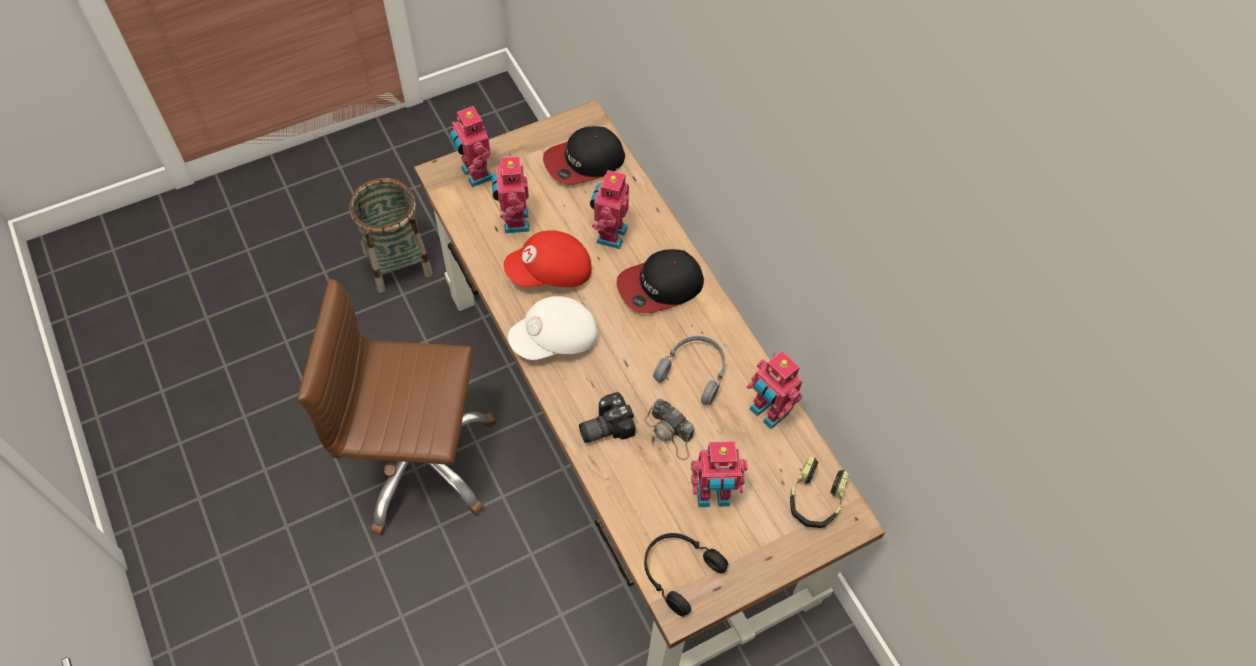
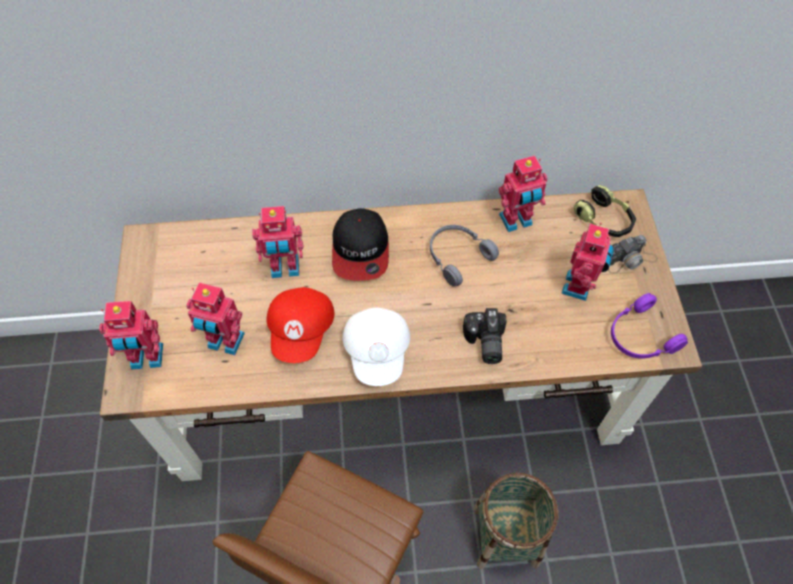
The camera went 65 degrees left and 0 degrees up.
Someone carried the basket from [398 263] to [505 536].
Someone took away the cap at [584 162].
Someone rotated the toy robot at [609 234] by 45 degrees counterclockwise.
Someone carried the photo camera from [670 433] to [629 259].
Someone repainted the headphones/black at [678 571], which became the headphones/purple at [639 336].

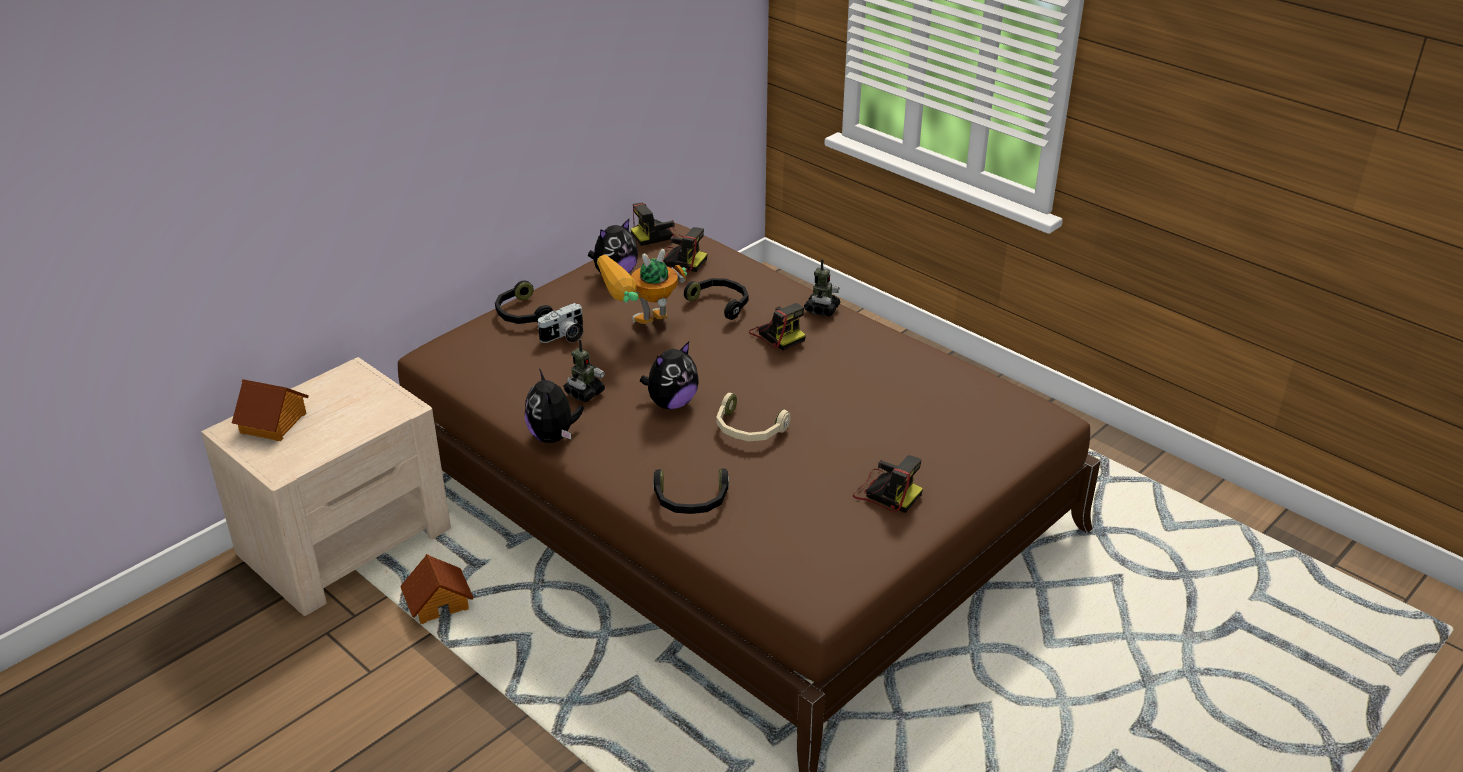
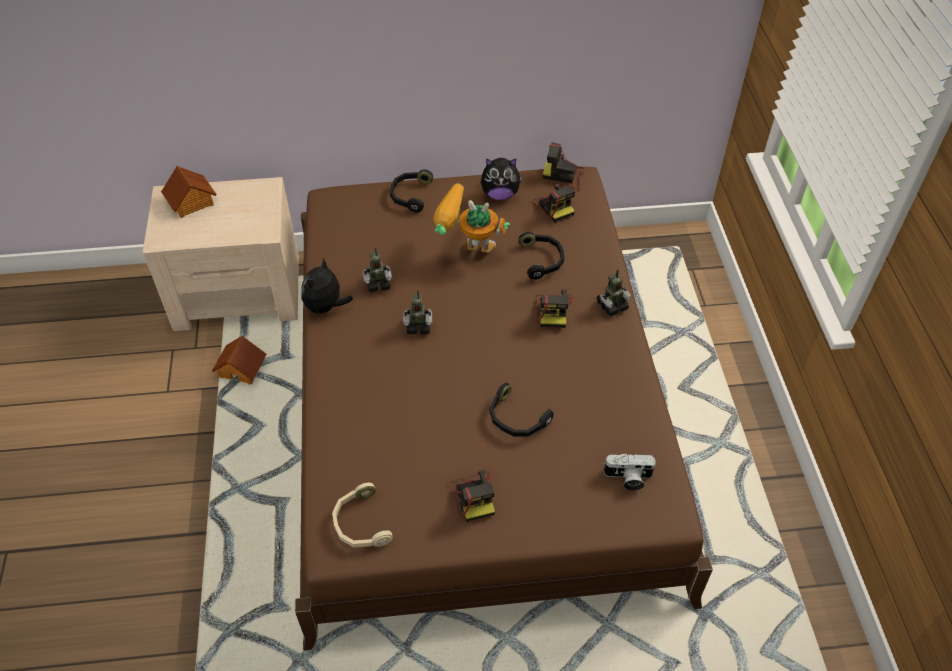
The camera went 40 degrees right and 15 degrees up.
Someone carried the photo camera from [564 337] to [628 478].
Someone swapped the plush toy at [671 403] for the toy robot at [418 326].
Someone carried the headphones/black from [691 501] to [516 419].
Someone carried the headphones/beige from [748 429] to [360 524].

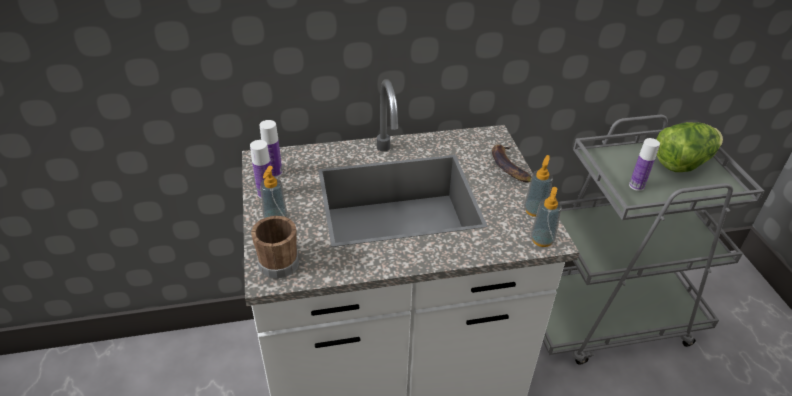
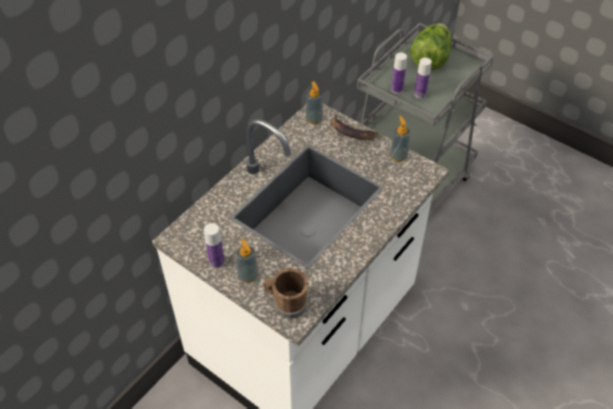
The camera went 40 degrees left and 10 degrees up.
Someone carried the bottle from [274 172] to [396 89].
Someone carried the soap dispenser from [542 240] to [314 119].

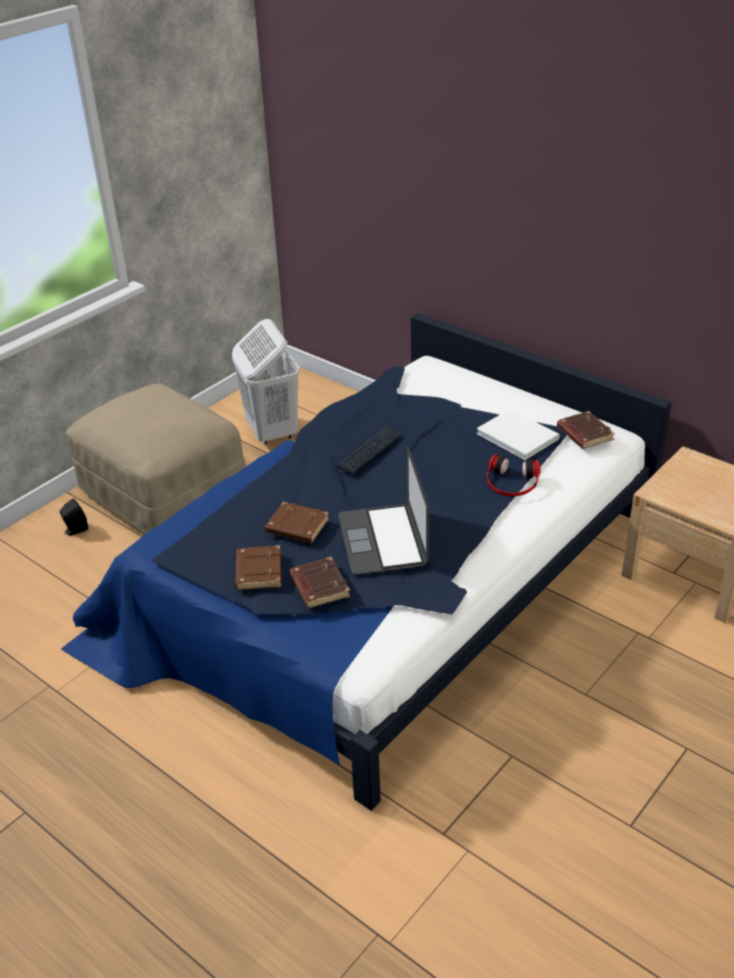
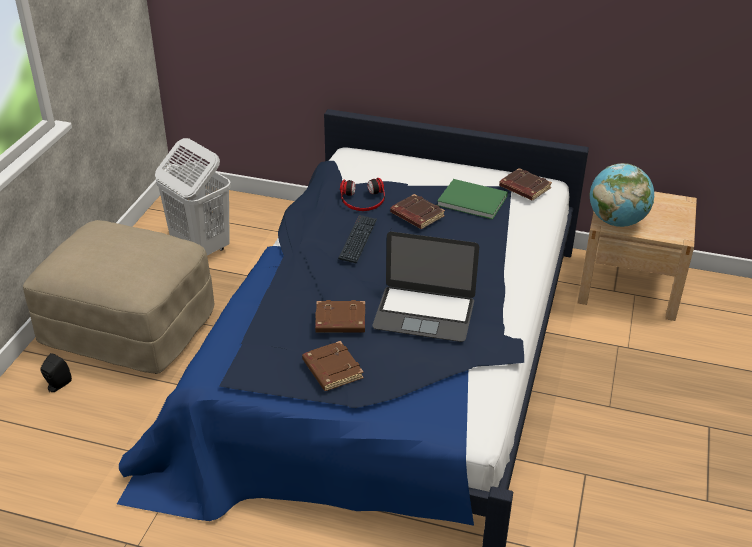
The camera went 25 degrees left and 0 degrees up.
Someone carried the book/brown from [318 586] to [416 215].
Someone rotated the laptop at [383 539] by 45 degrees counterclockwise.
Someone repainted the book/white at [517 434], which became the book/green at [471 199].
Someone carried the headphones from [511 482] to [363 200].
Someone put down the globe at [616 221].

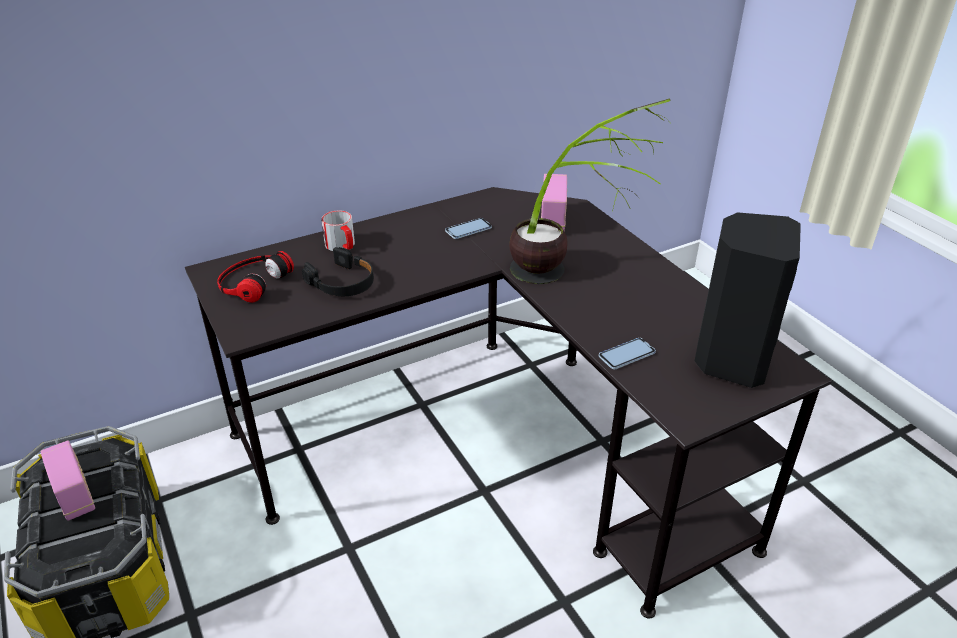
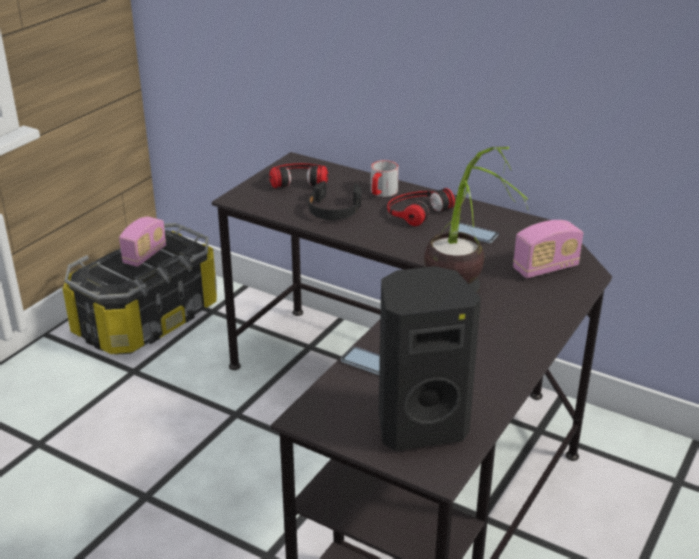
The camera went 60 degrees right and 5 degrees down.
Someone put down the headphones at [416 211].

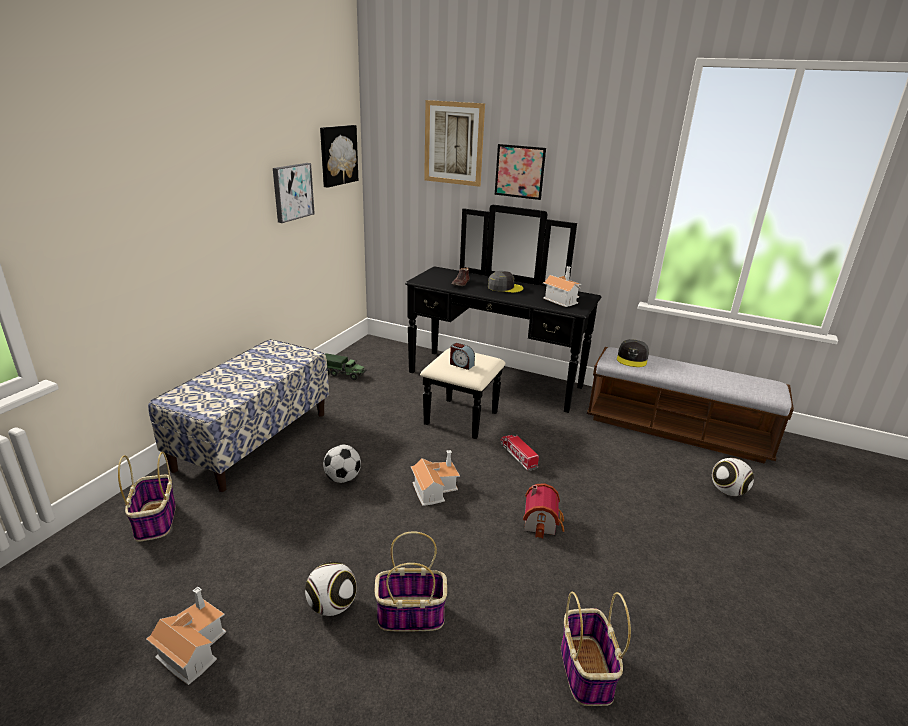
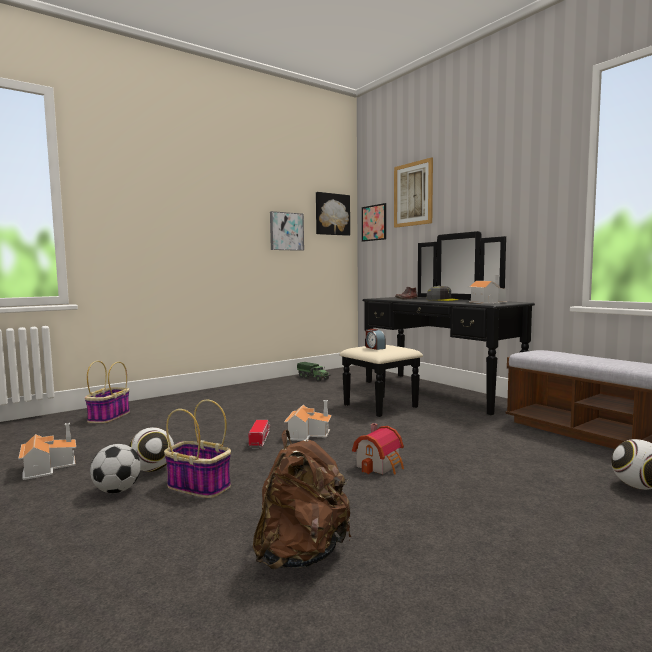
The camera went 30 degrees right and 20 degrees down.
Someone took away the bench at [253 440].
Someone carried the football from [343 478] to [117 490].
Someone carried the picture from [519 171] to [374 223].
Someone carried the toy truck from [518 455] to [260 439].
Someone swapped the basket at [585 669] for the backpack/brown at [302 554].
Someone took away the cap/grey at [632 358].

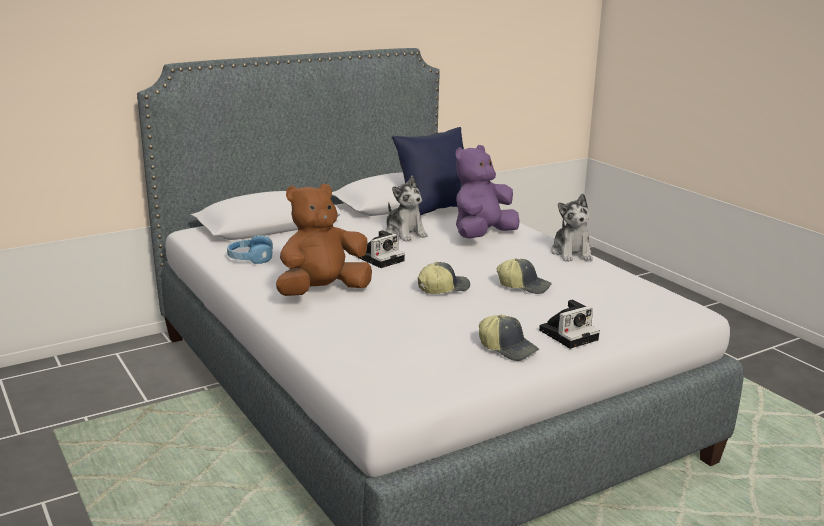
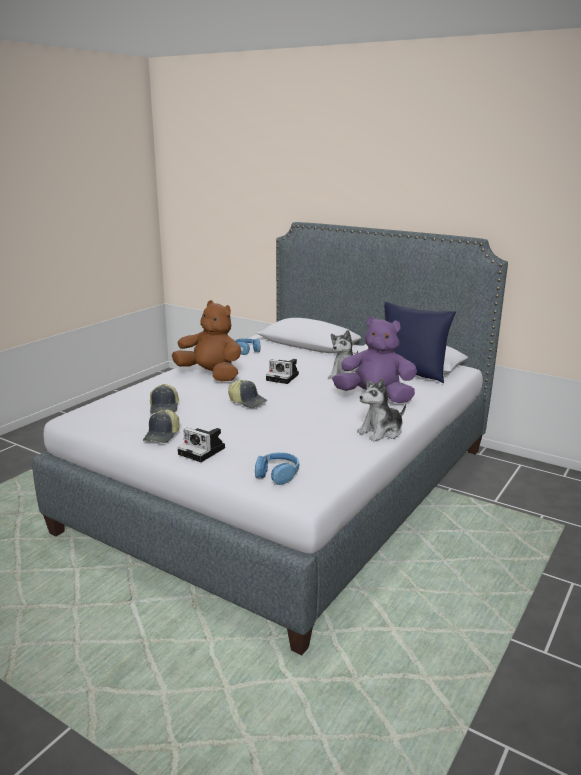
The camera went 65 degrees right and 0 degrees up.
Someone carried the cap from [524 286] to [165 407].
Someone put down the headphones/blue at [277 474].

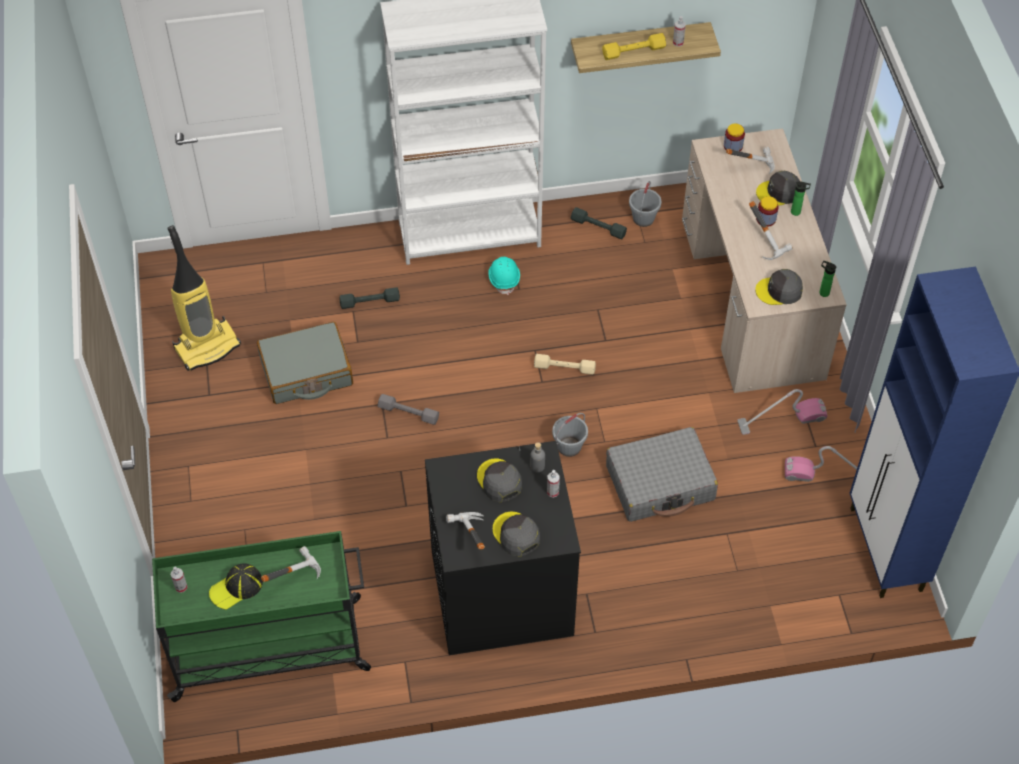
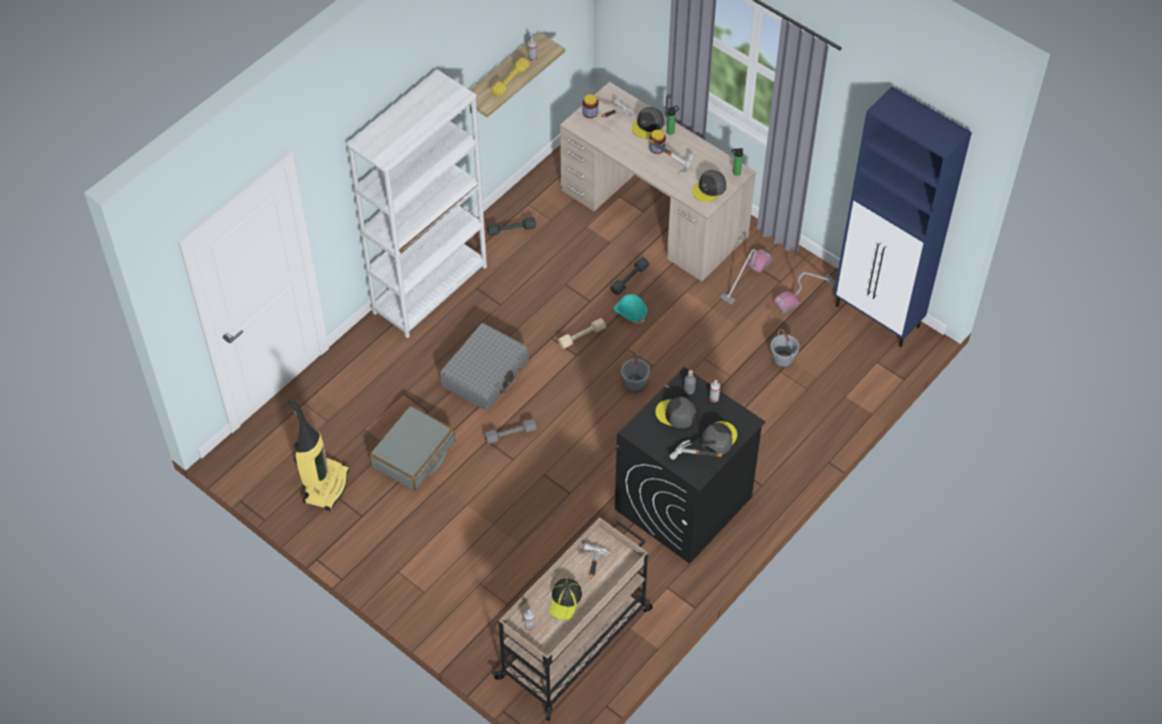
The camera went 40 degrees left and 0 degrees up.
Someone repainted the cart/green at [271 648], which became the cart/beige at [575 642].
Someone carried the dumbbell/grey from [370 301] to [629 279].
Someone carried the hard hat/turquoise from [504 278] to [630 312].
Someone rotated the cap/grey at [516 534] by 105 degrees clockwise.
Someone carried the suitcase/grey from [660 483] to [485 374].
Someone carried the bucket/grey from [643 218] to [782 360].

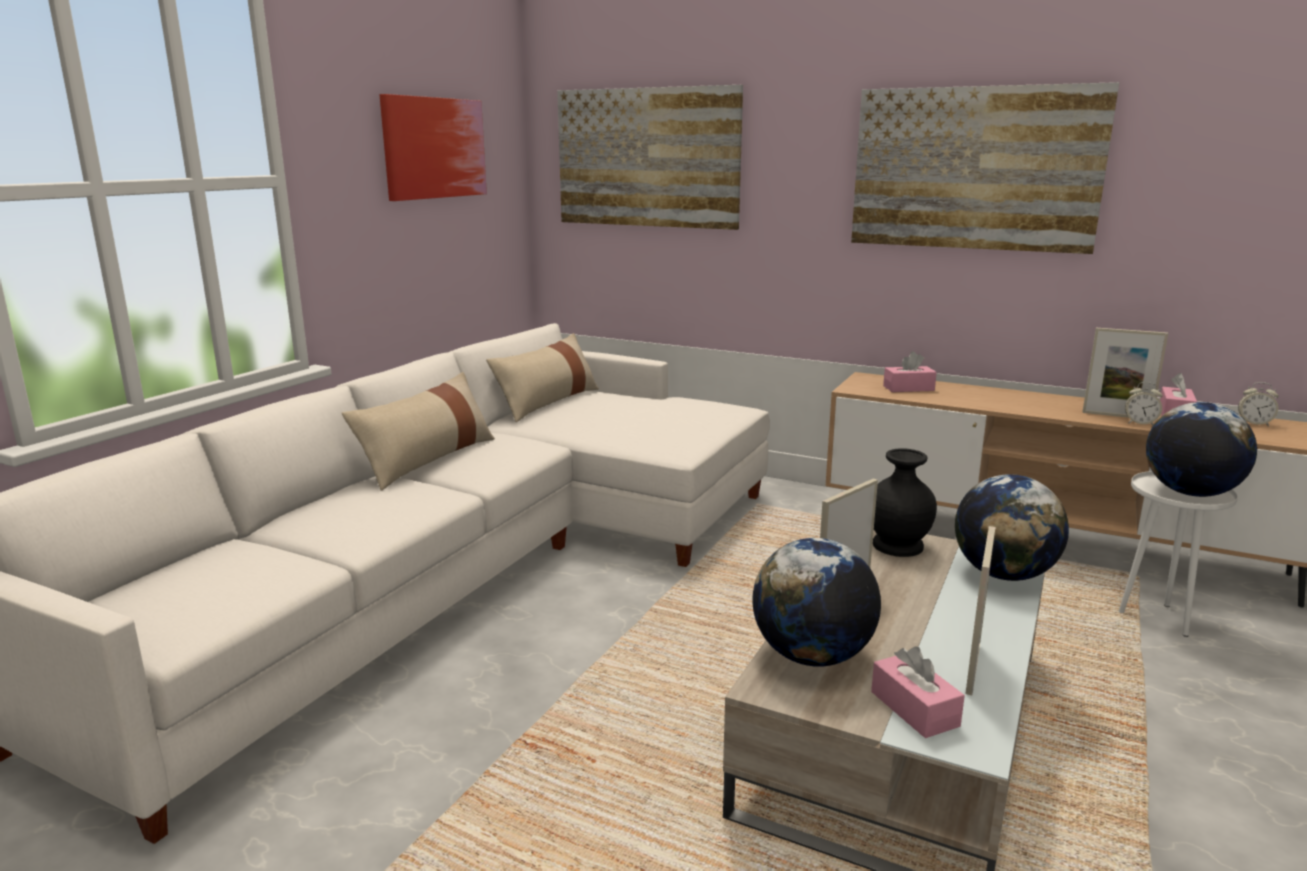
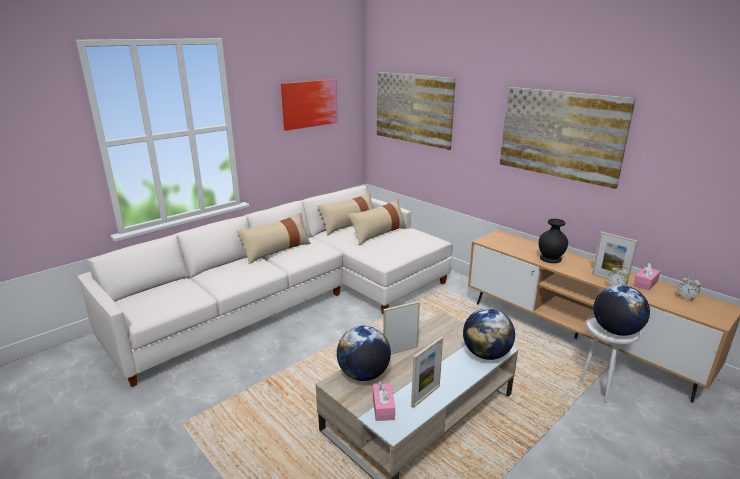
The camera went 20 degrees right and 5 degrees up.
Someone carried the vase/black from [898 545] to [550 258].
Someone took away the tissue box/pink at [908 388].
Someone put down the pillow/beige at [379 233].

